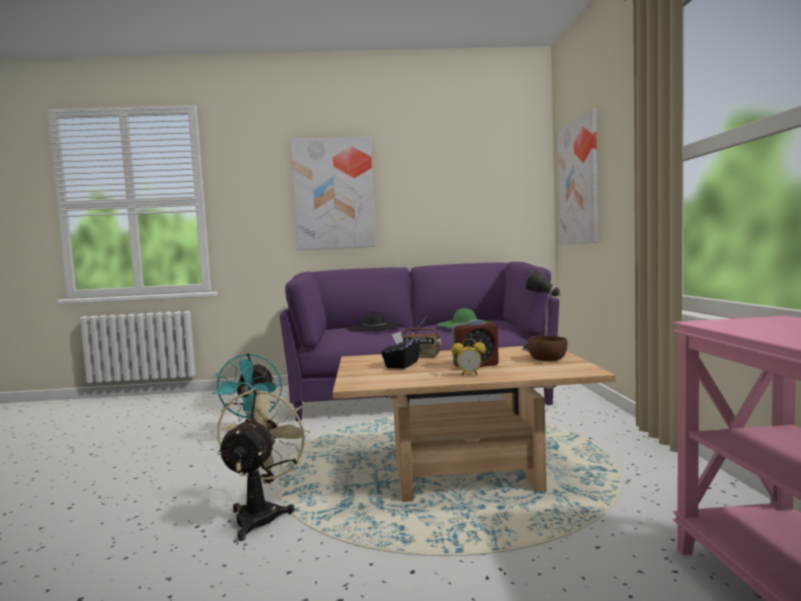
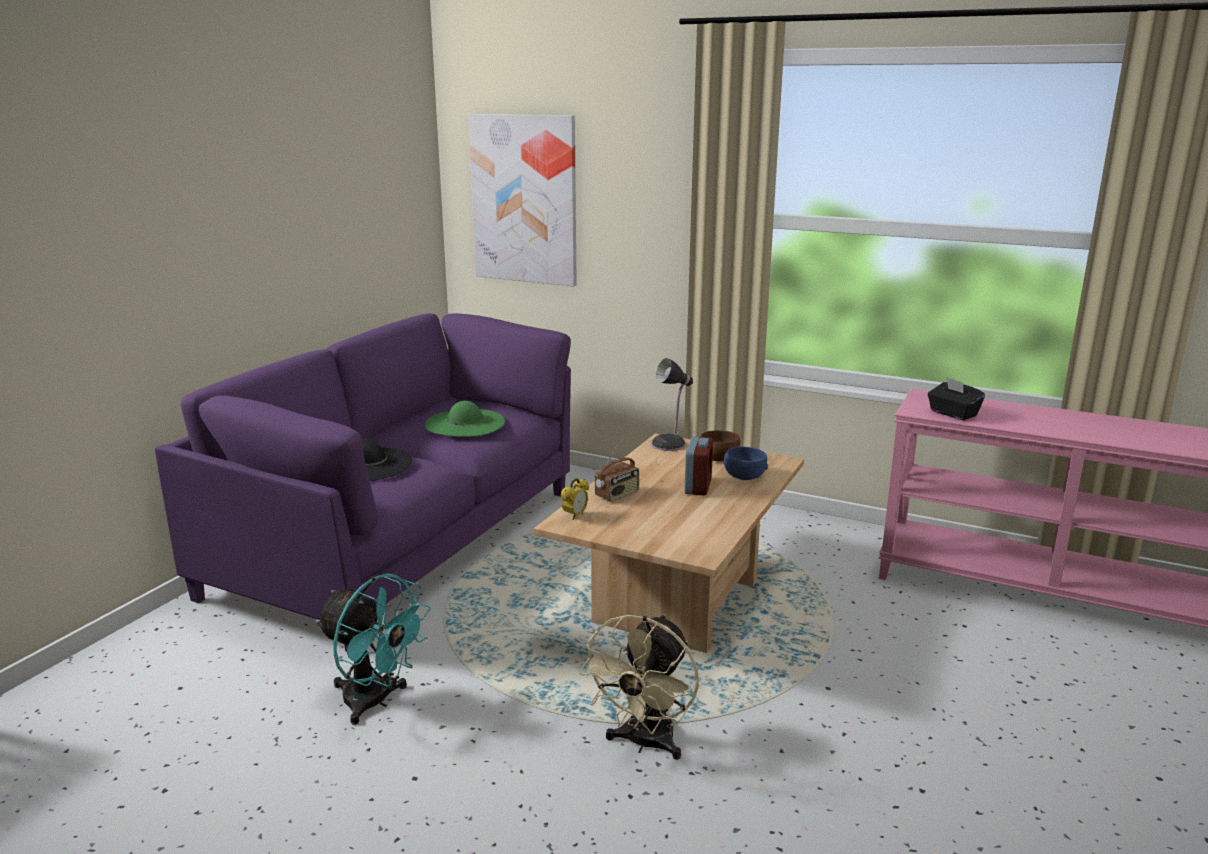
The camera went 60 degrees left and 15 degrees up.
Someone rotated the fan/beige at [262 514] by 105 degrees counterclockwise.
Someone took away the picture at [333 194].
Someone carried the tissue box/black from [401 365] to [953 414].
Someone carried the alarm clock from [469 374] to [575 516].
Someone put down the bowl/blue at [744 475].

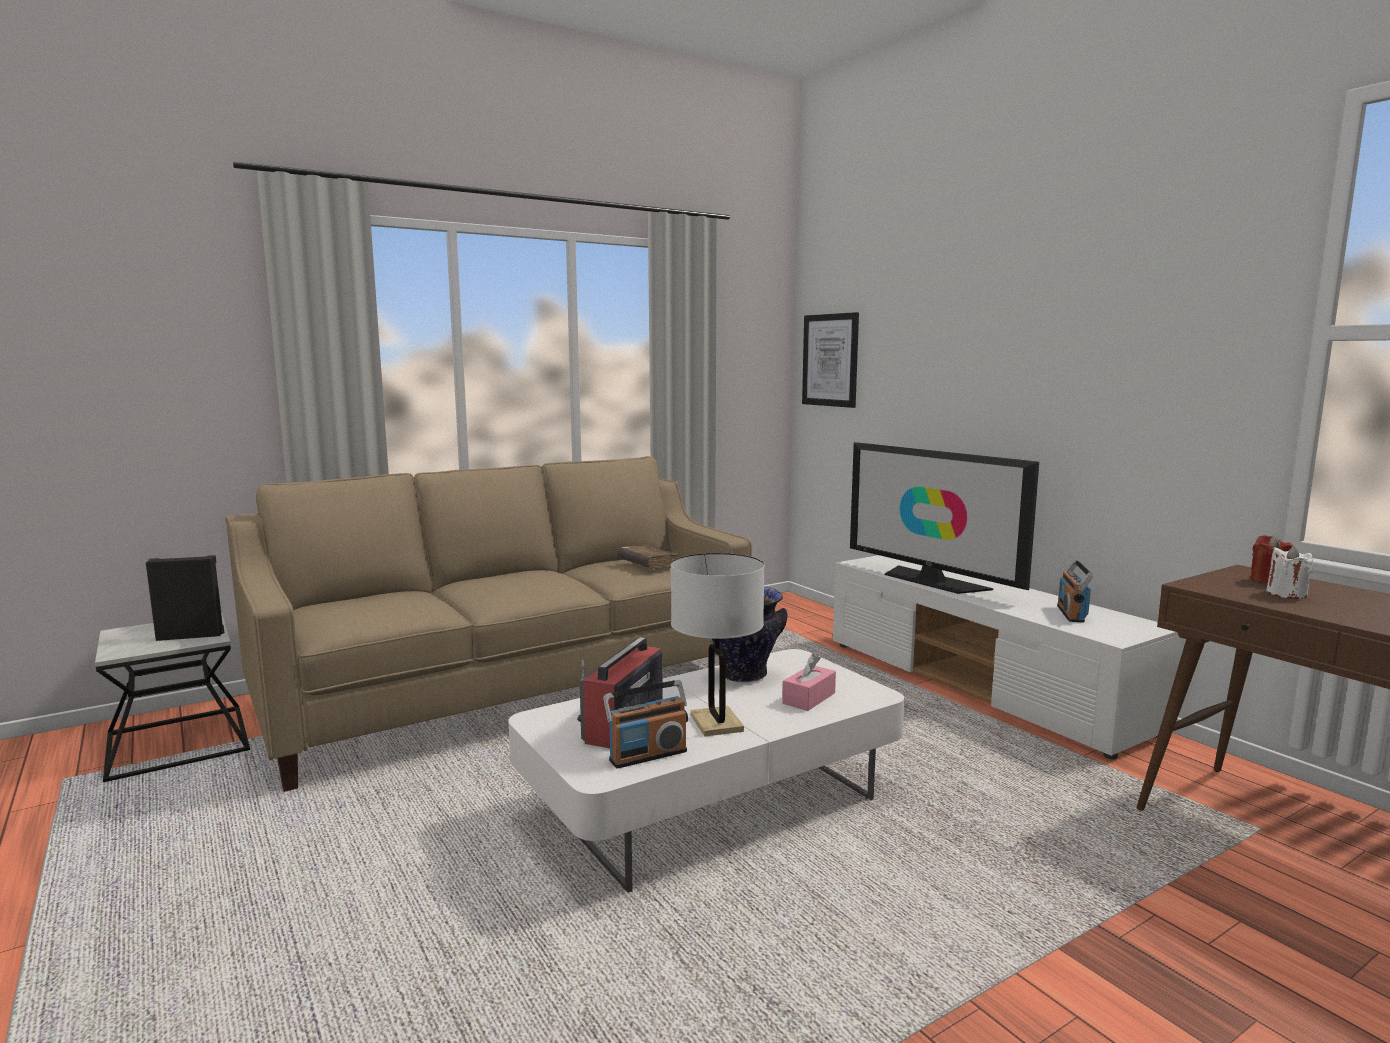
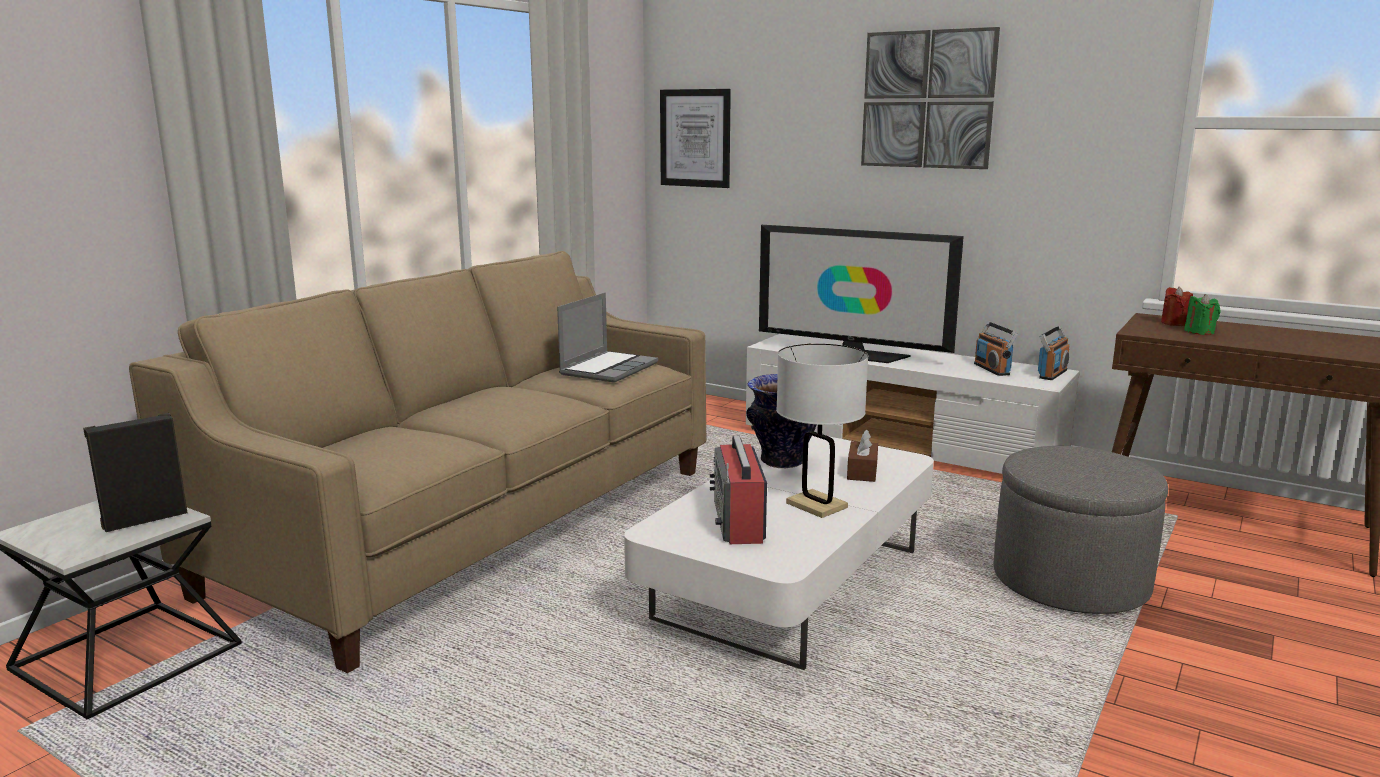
The camera went 25 degrees left and 5 degrees up.
Someone carried the radio from [647 755] to [1052 374].
Someone swapped the book/brown at [647 565] for the laptop at [608 368].
Someone repainted the tissue box/pink at [809 698], which became the tissue box/brown at [862 471].
Someone repainted the candle/white at [1286 594], which became the candle/green at [1199 332].
Someone put up the picture at [927 99].
Someone put down the ottoman/grey at [1070 581].

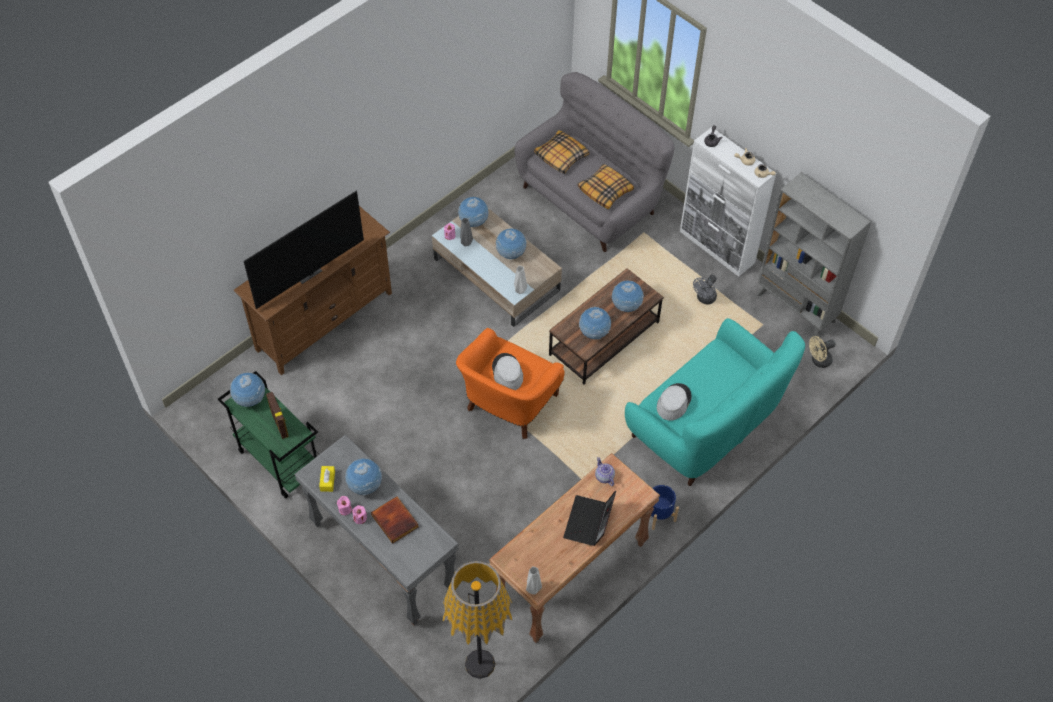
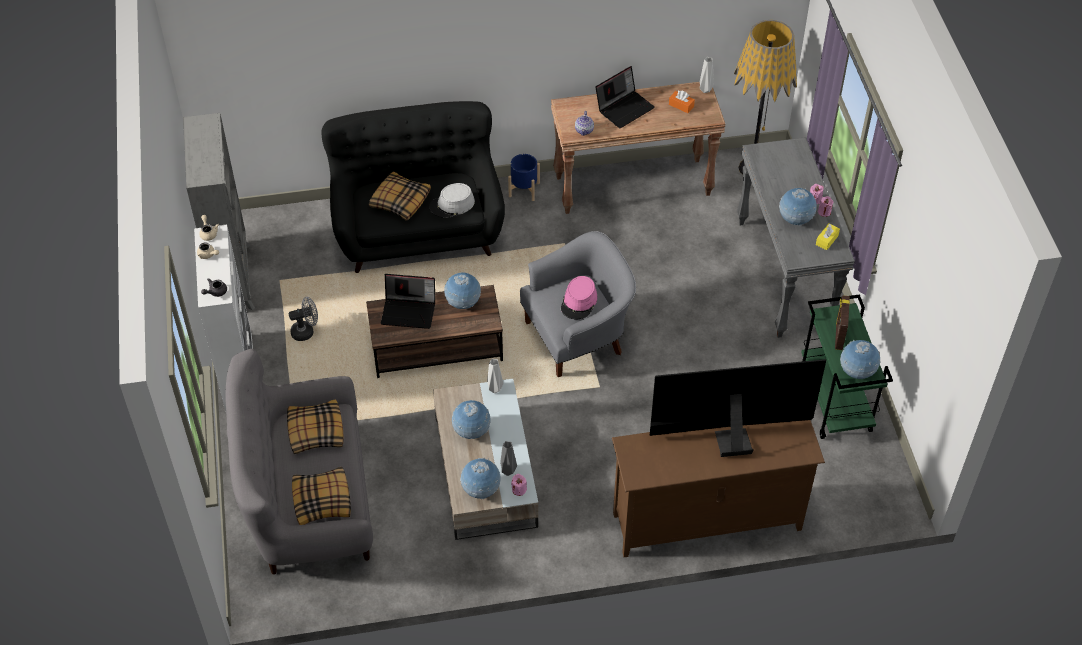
The camera went 145 degrees left and 5 degrees down.
Someone took away the book at [396 520].
Someone repainted the armchair/orange at [509 405], which became the armchair/grey at [578 337].
Someone repainted the hat/grey at [507 373], which became the hat/pink at [579 302].
Someone swapped the globe at [626 306] for the laptop at [409 311].
Someone repainted the sofa/turquoise at [706 425], which became the sofa/black at [418 230].
Someone took away the fan/beige at [818 361].
Someone put down the pillow at [400 201].
Someone put down the tissue box/orange at [681 105].

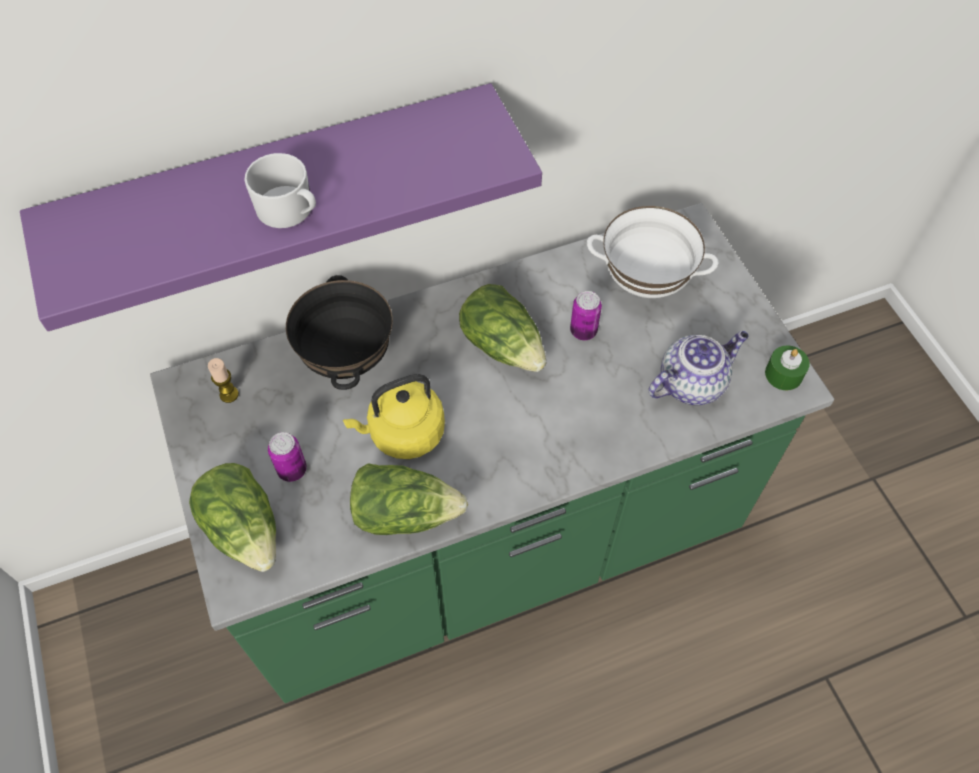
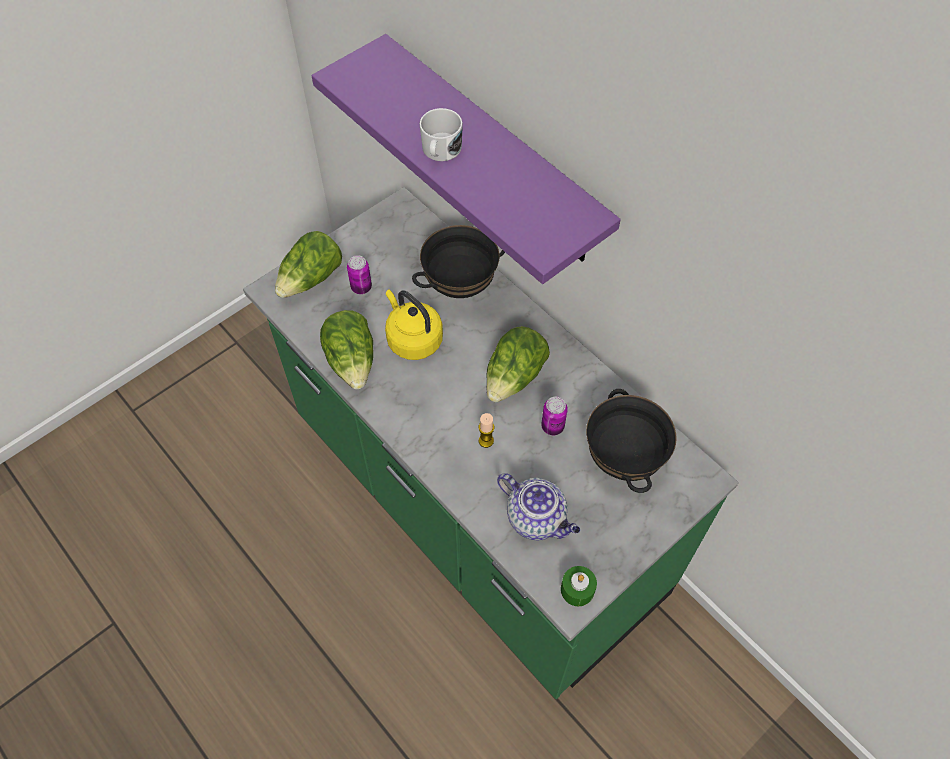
The camera went 70 degrees right and 0 degrees up.
Someone carried the candle from [229 394] to [486 440].
Someone repainted the bowl/white at [645 282], which became the bowl/black at [624 459].

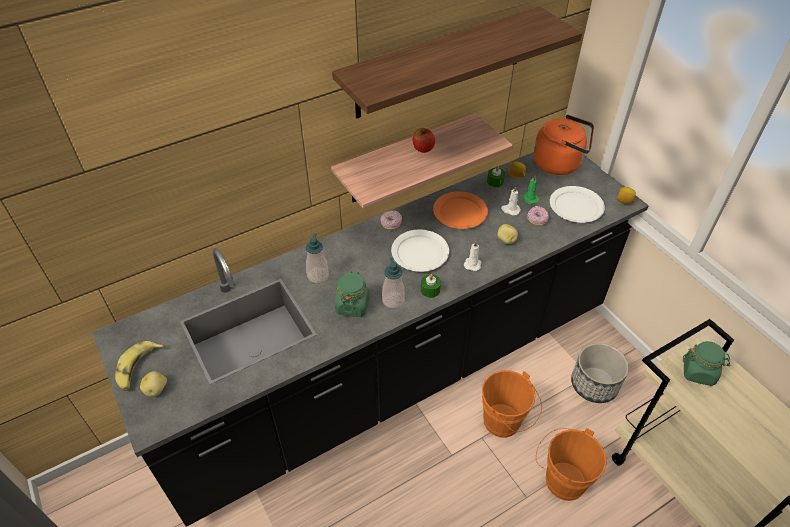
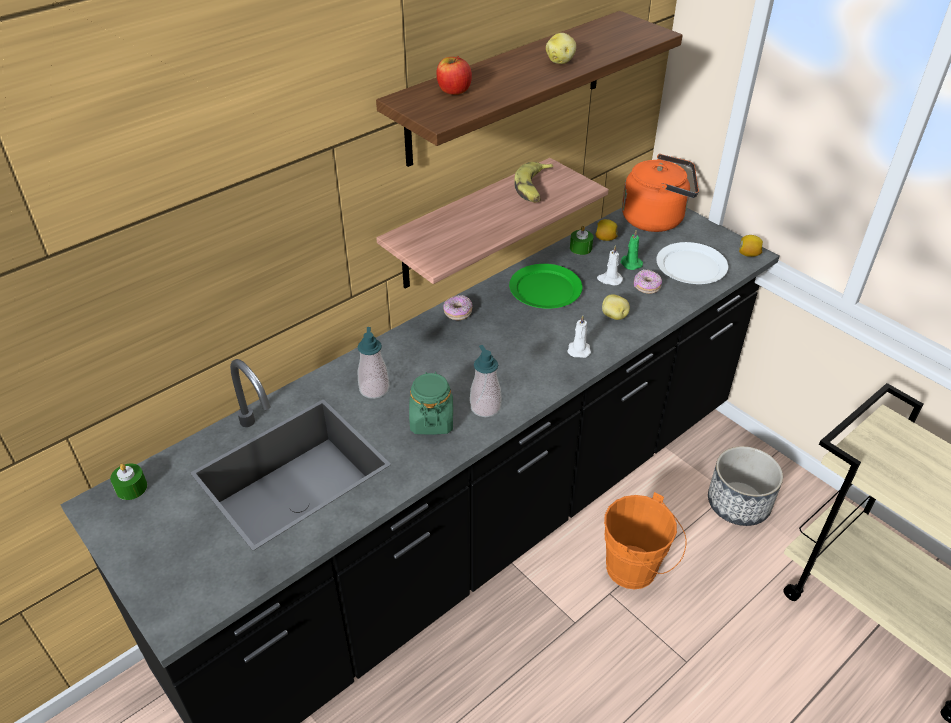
The camera went 10 degrees left and 5 degrees down.
Someone carried the banana from [138 368] to [533 188].
Someone carried the potato from [156 389] to [560 61].
Someone took away the plate/white at [419 253].
Someone carried the apple from [423 148] to [454 91].
Someone carried the candle/green from [430 290] to [131 488].
Someone repainted the plate/orange at [459 212], which became the plate/green at [544 289].
Someone took away the bucket/orange at [560 479].
Someone took away the jar/green at [699 372].

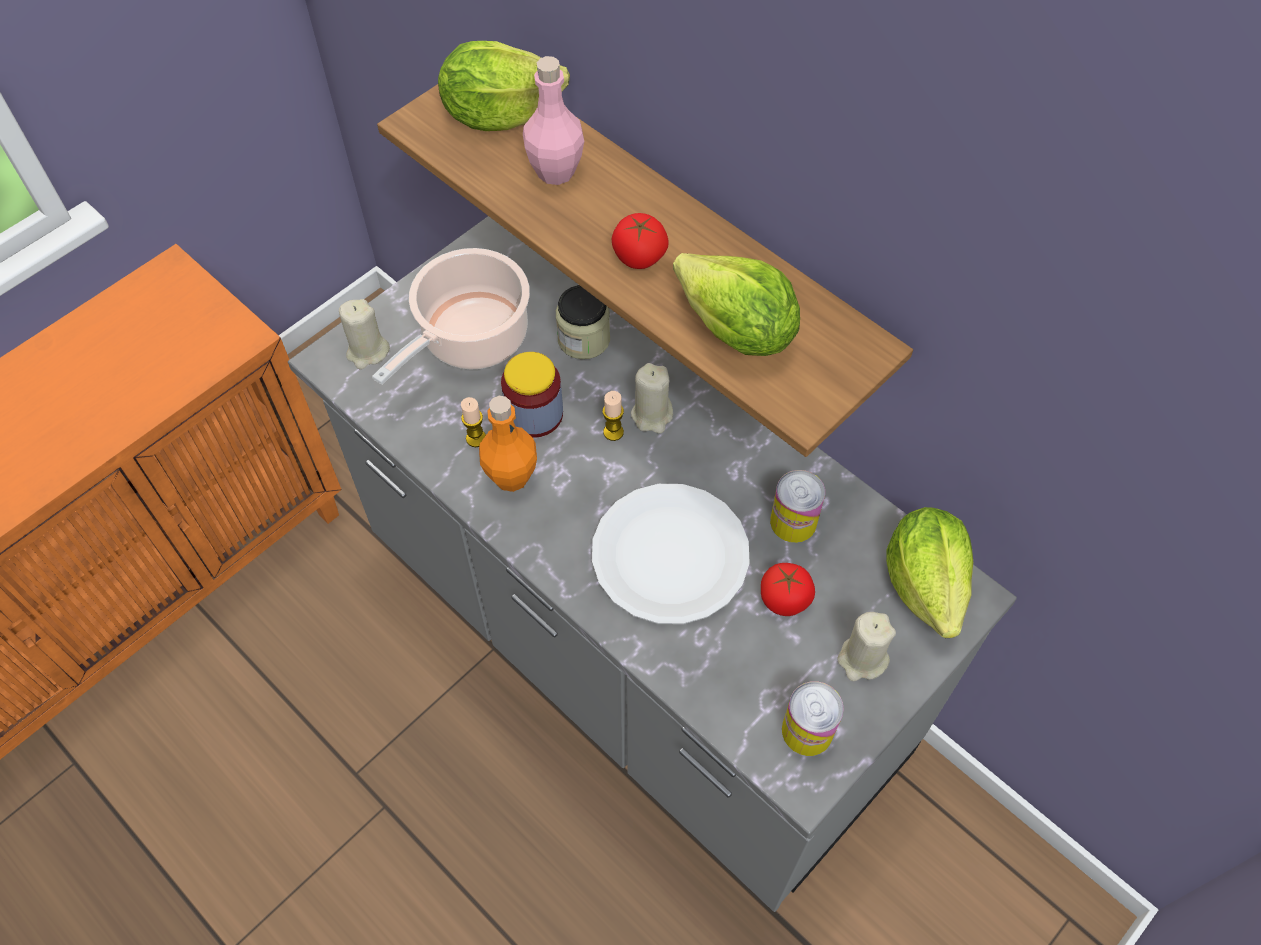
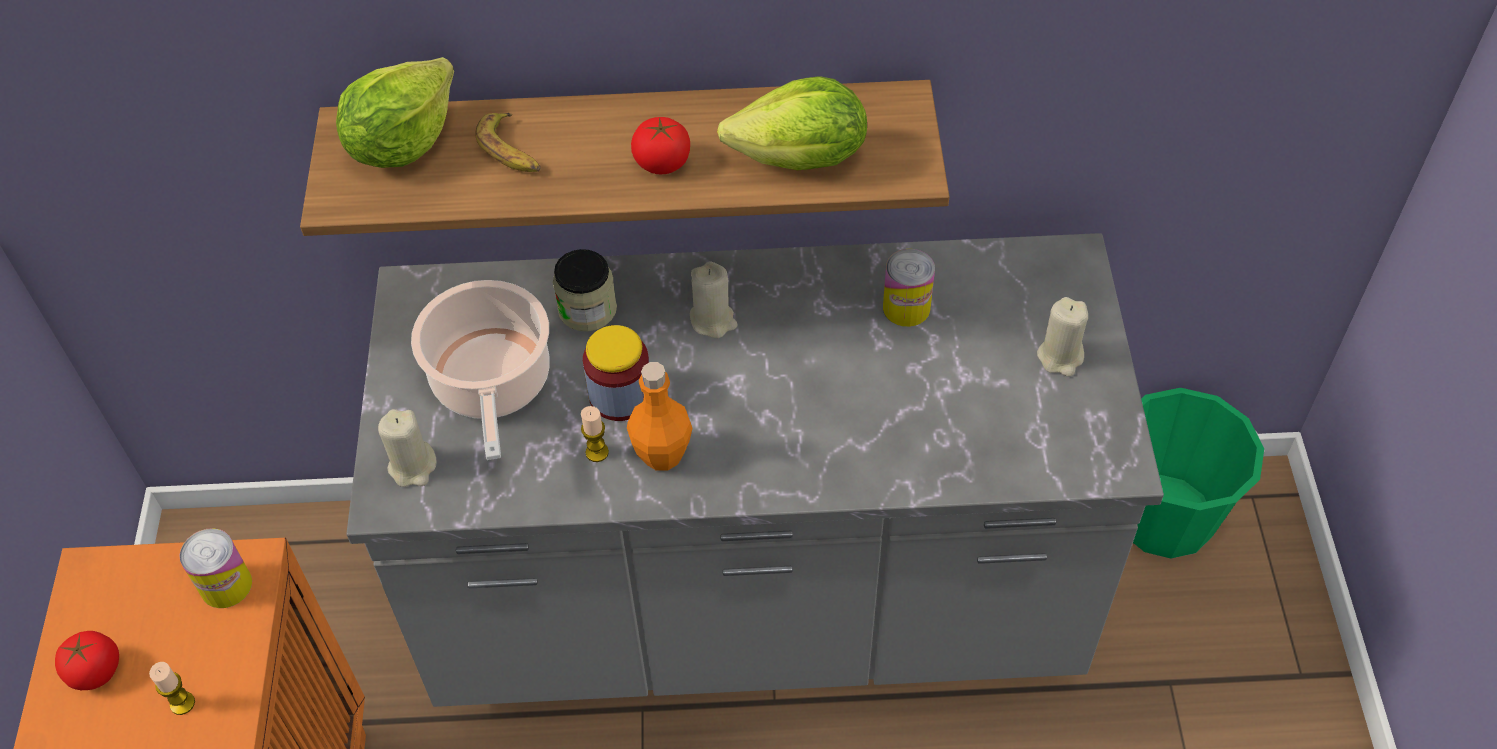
The camera went 45 degrees left and 5 degrees down.
Someone swapped the bottle/pink at [555 171] for the banana at [511 151].
Someone took away the plate/white at [669 555].
Someone carried the candle from [613 432] to [182 703].
Someone carried the tomato from [785 598] to [96 670].
Someone carried the can from [807 731] to [226 585].
Someone took away the lettuce at [925 583].
Someone put down the bucket/green at [1164 516].

